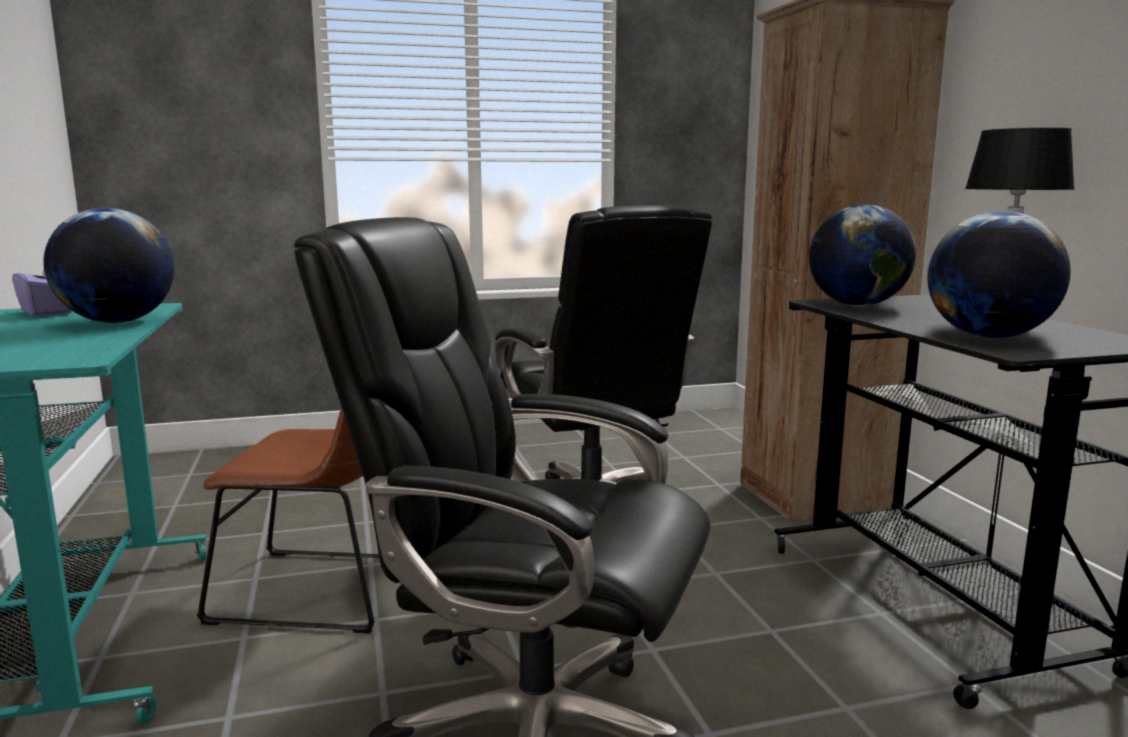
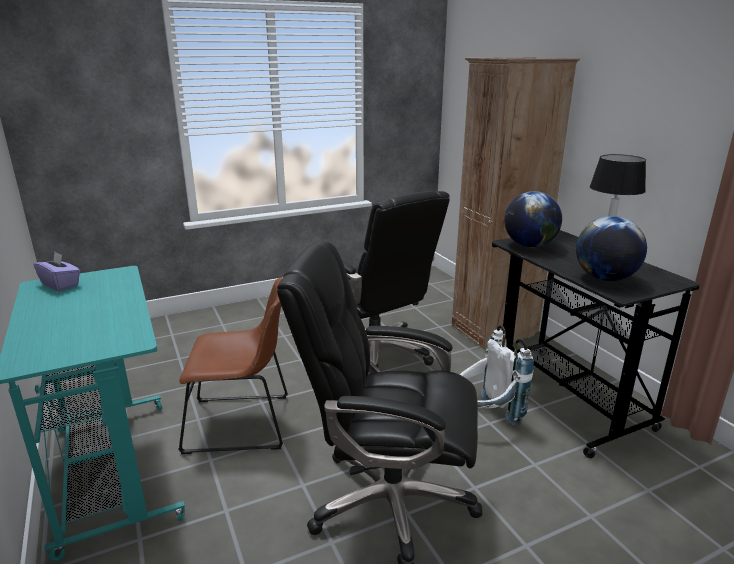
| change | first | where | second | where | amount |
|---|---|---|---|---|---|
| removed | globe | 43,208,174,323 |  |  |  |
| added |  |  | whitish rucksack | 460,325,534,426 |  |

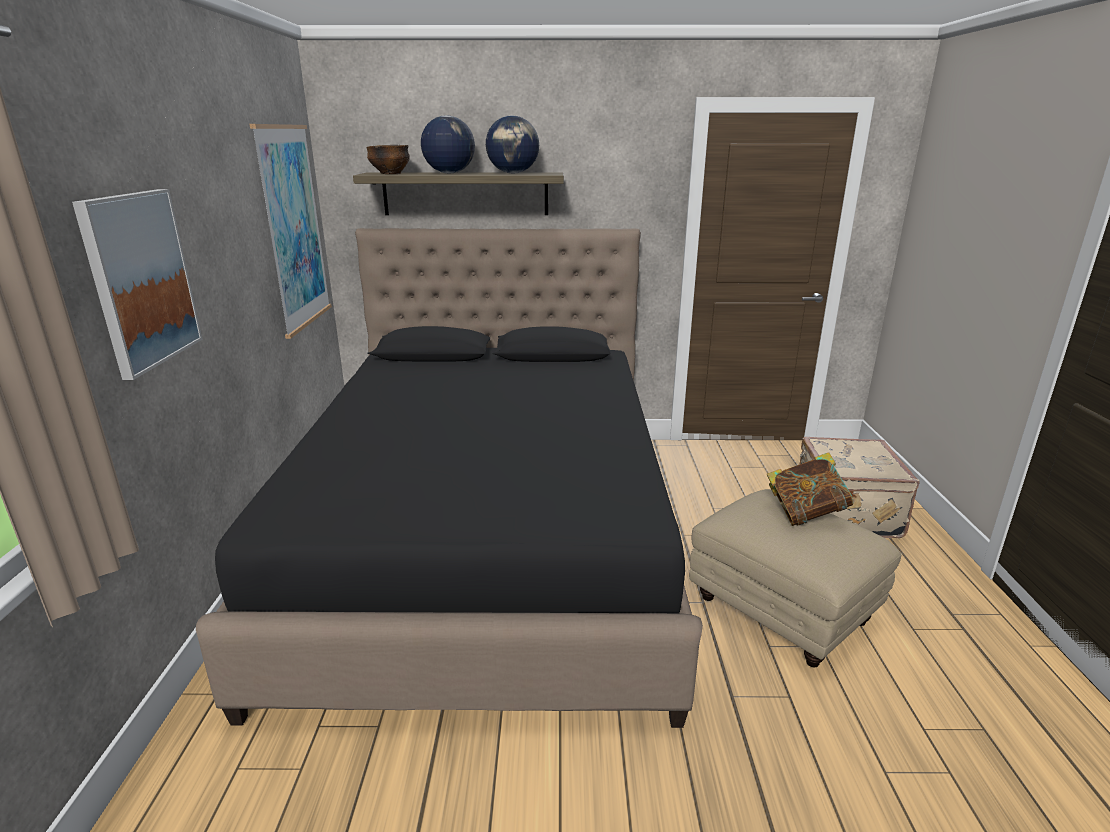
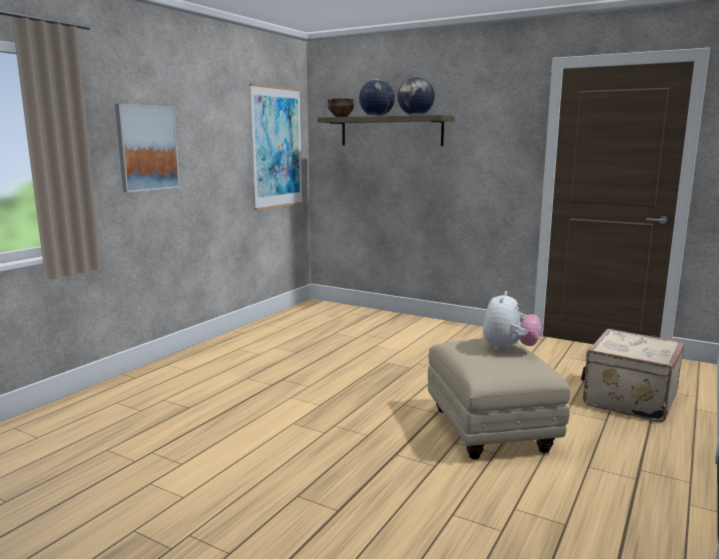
| change | first | where | second | where | amount |
|---|---|---|---|---|---|
| removed | black bedroom bed | 196,228,703,728 |  |  |  |
| replaced | volume | 767,452,857,526 | cuddly toy | 483,291,541,352 |  |

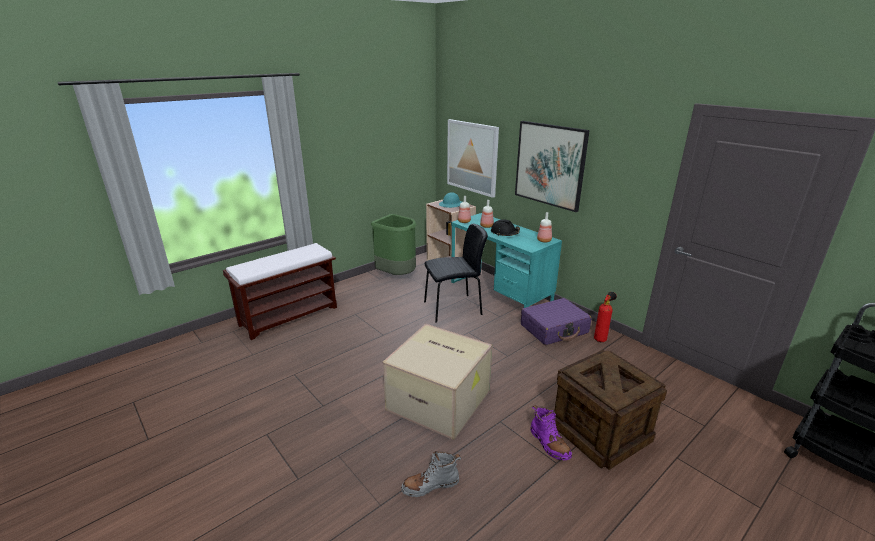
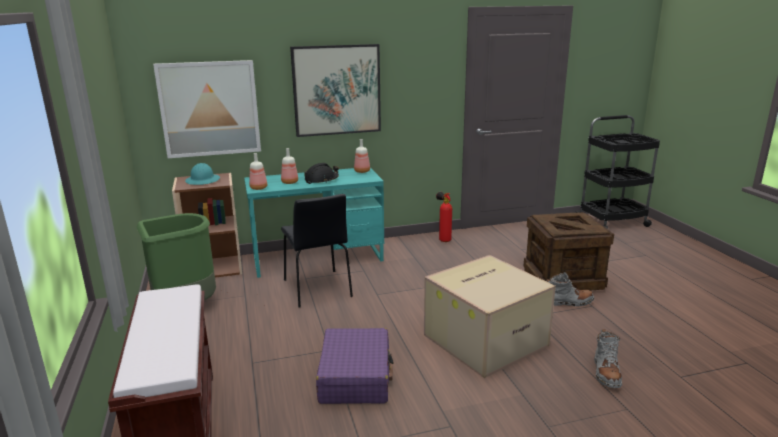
| change | first | where | second | where | amount |
|---|---|---|---|---|---|
| turned | black chair | 424,224,488,323 |  | 281,194,353,308 | 150 degrees clockwise |
| moved | purple-coloured suitcase | 521,298,591,345 |  | 316,328,393,404 |  |
| recoloured | purple-coloured boot | 530,405,572,460 | gray boot | 546,272,594,306 |  |

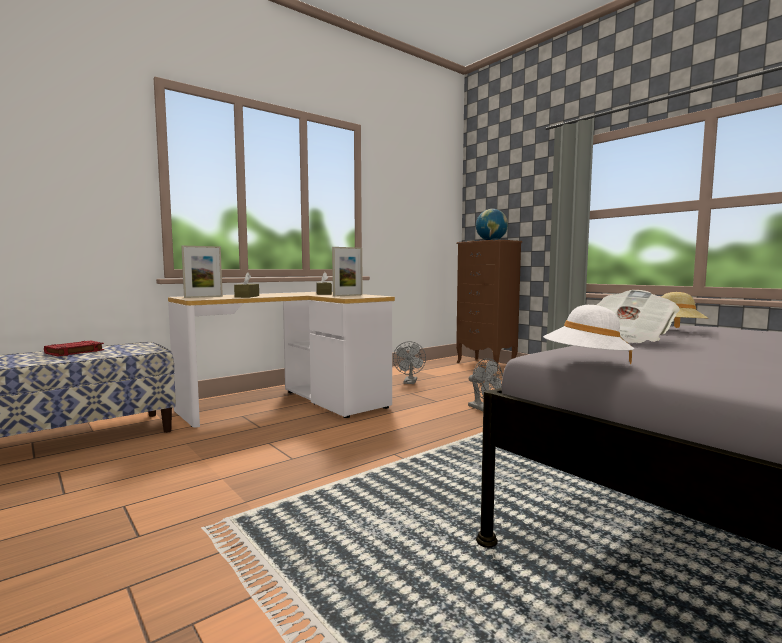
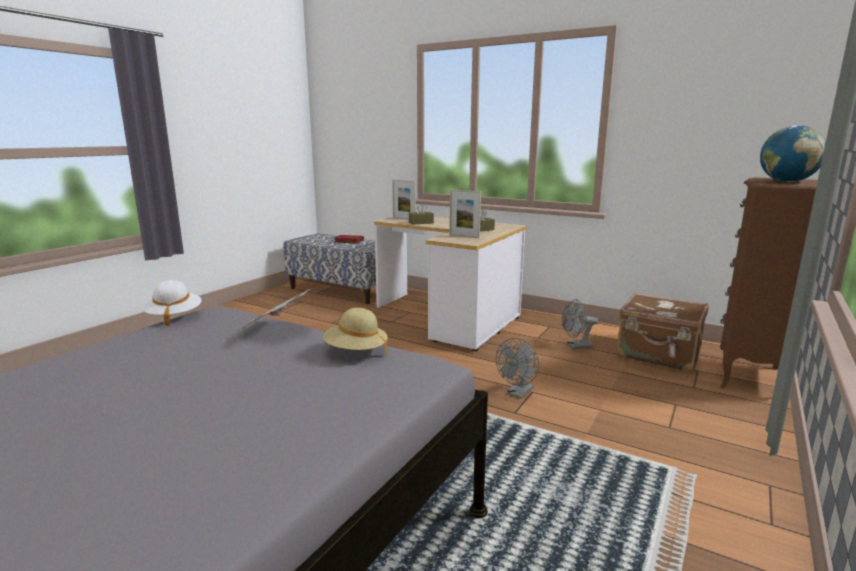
| change | first | where | second | where | amount |
|---|---|---|---|---|---|
| added |  |  | brownish suitcase | 617,292,709,372 |  |

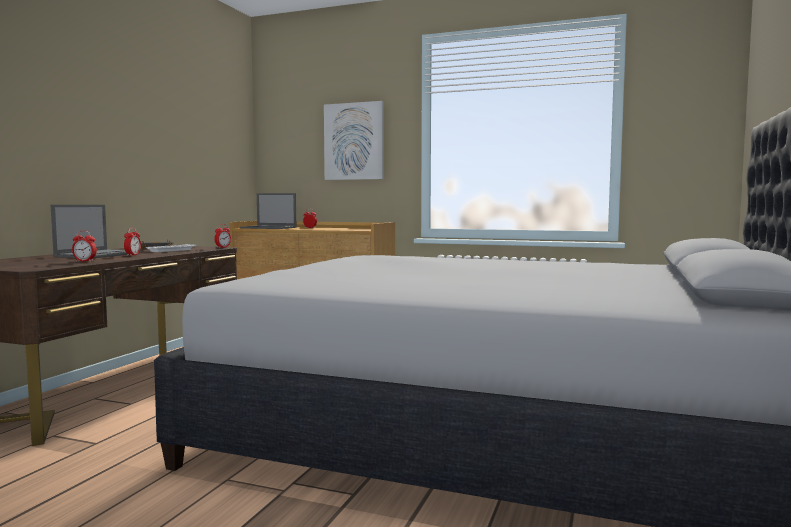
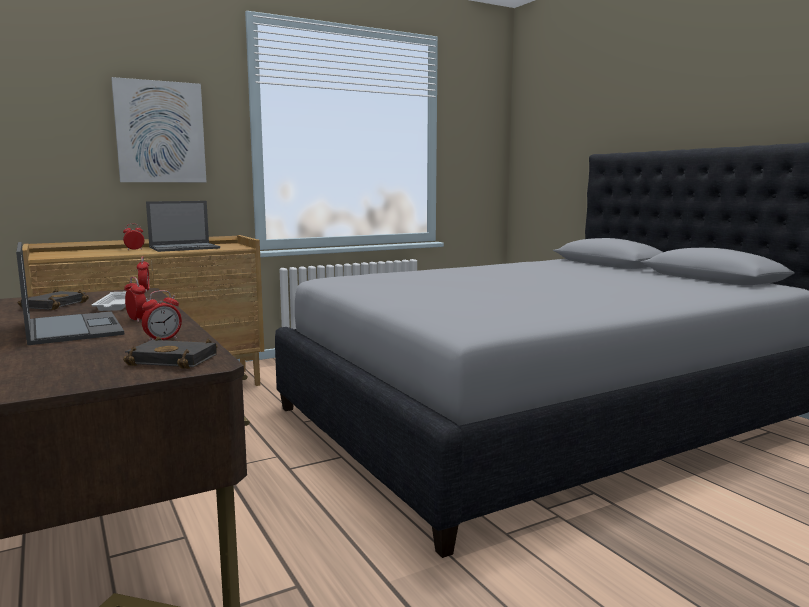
| change | first | where | second | where | amount |
|---|---|---|---|---|---|
| moved | laptop | 240,193,297,229 |  | 146,201,220,252 |  |
| added |  |  | black volume | 123,336,217,369 |  |

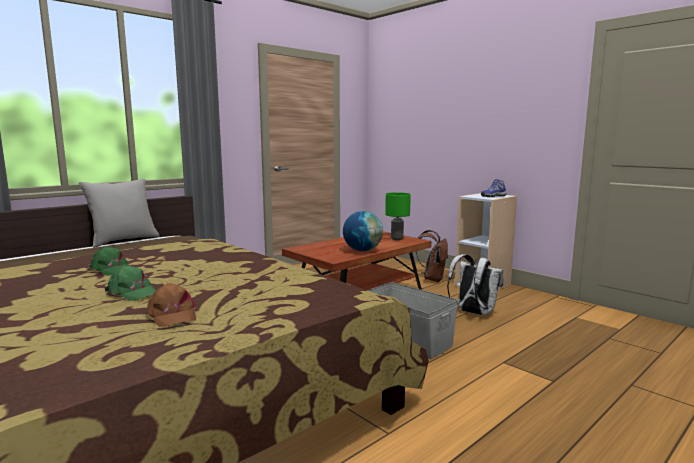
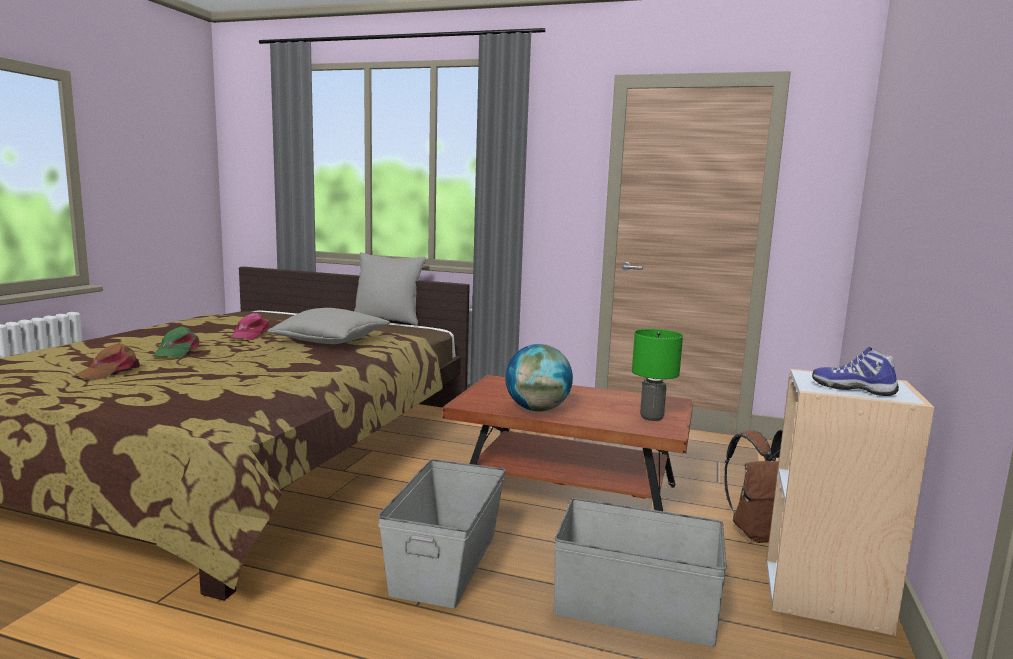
| change | first | where | second | where | amount |
|---|---|---|---|---|---|
| recoloured | greenish baseball cap | 89,247,129,276 | pink-coloured baseball cap | 230,313,270,340 |  |
| replaced | whitish rucksack | 447,254,503,316 | gray storage container | 554,498,727,647 |  |
| added |  |  | gray pillow | 268,308,390,344 |  |

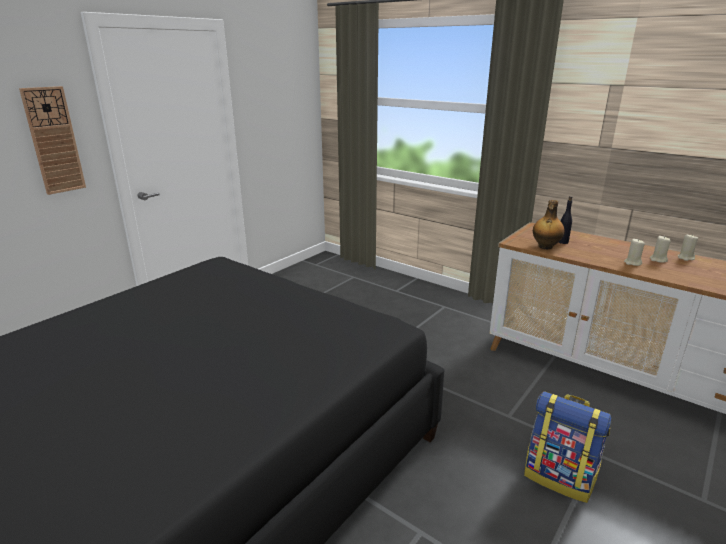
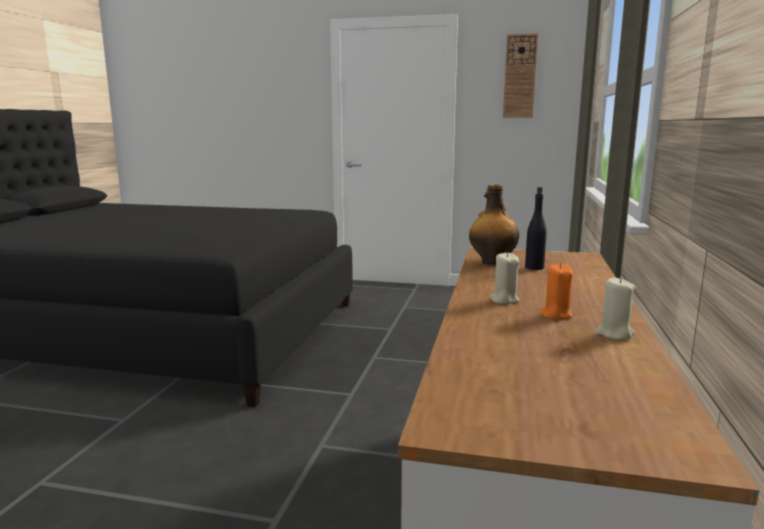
| change | first | where | second | where | amount |
|---|---|---|---|---|---|
| moved | clock on the wall | 19,86,86,195 |  | 503,34,538,118 |  |
| removed | rucksack | 524,391,611,503 |  |  |  |
| recoloured | beige-coloured wax light | 650,236,671,263 | orange wax light | 541,263,573,320 |  |

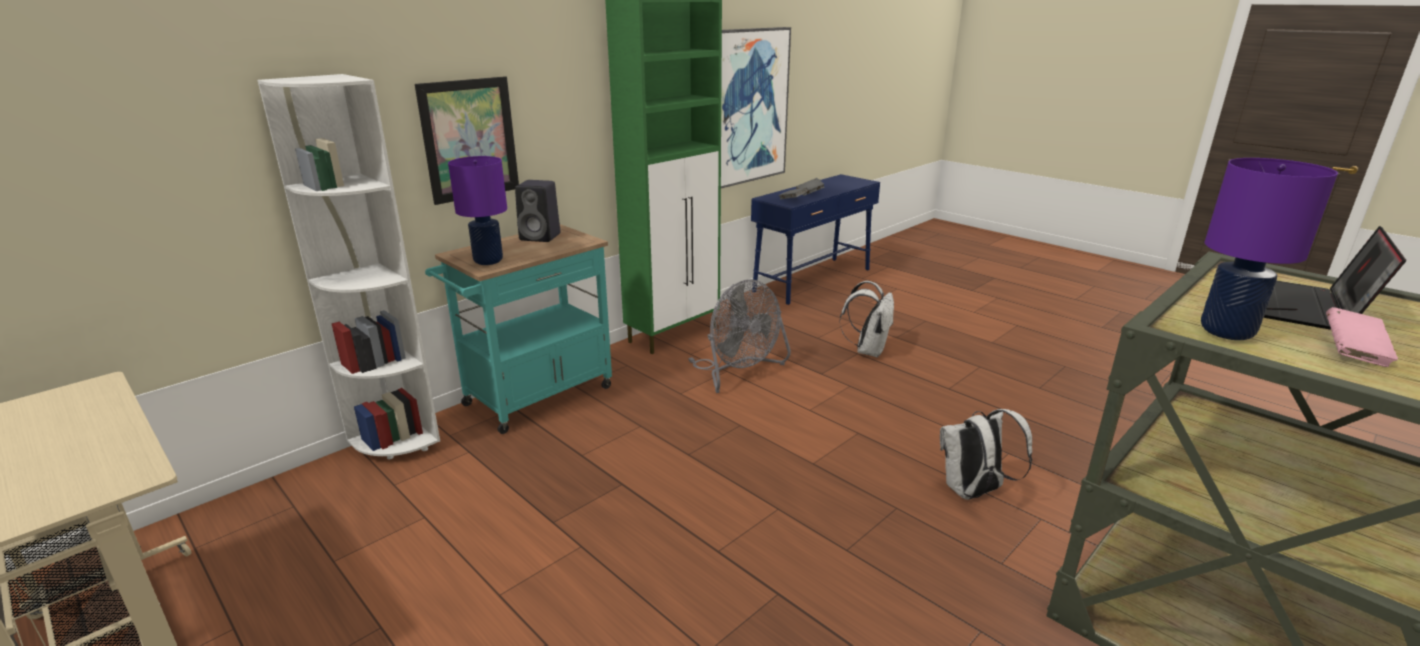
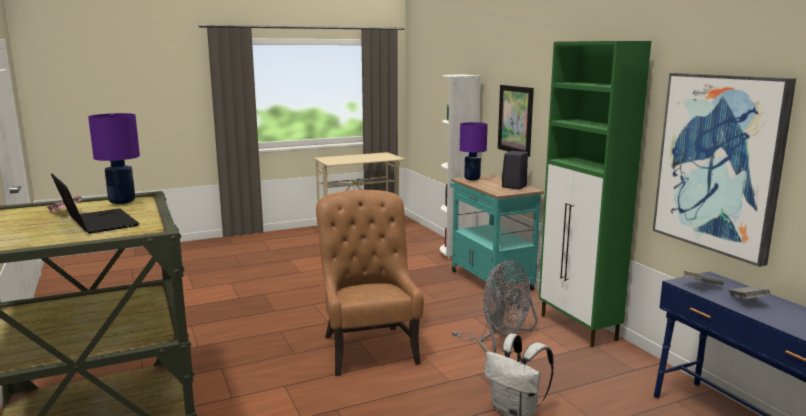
| change | first | where | second | where | amount |
|---|---|---|---|---|---|
| turned | gray electric fan | 689,279,791,393 |  | 452,260,538,353 | 120 degrees counterclockwise |
| removed | whitish rucksack | 940,409,1032,500 |  |  |  |
| added |  |  | brownish chair | 316,190,424,376 |  |

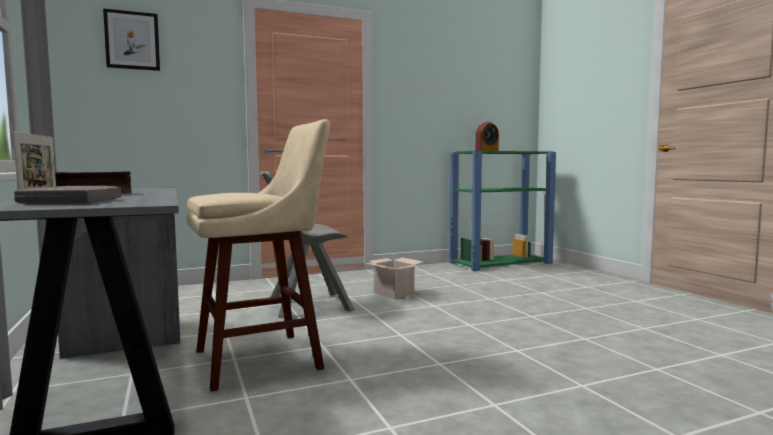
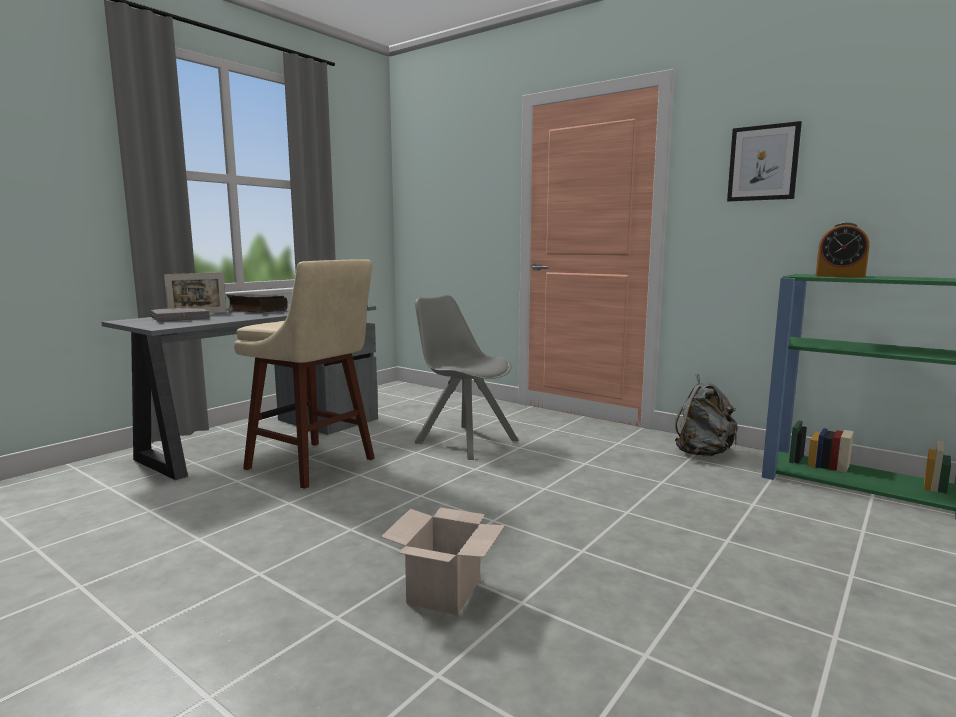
| change | first | where | second | where | amount |
|---|---|---|---|---|---|
| moved | wall picture | 103,8,160,71 |  | 727,121,802,201 |  |
| moved | packing box | 366,257,423,299 |  | 381,507,505,615 |  |
| added |  |  | gray rucksack | 675,374,738,457 |  |

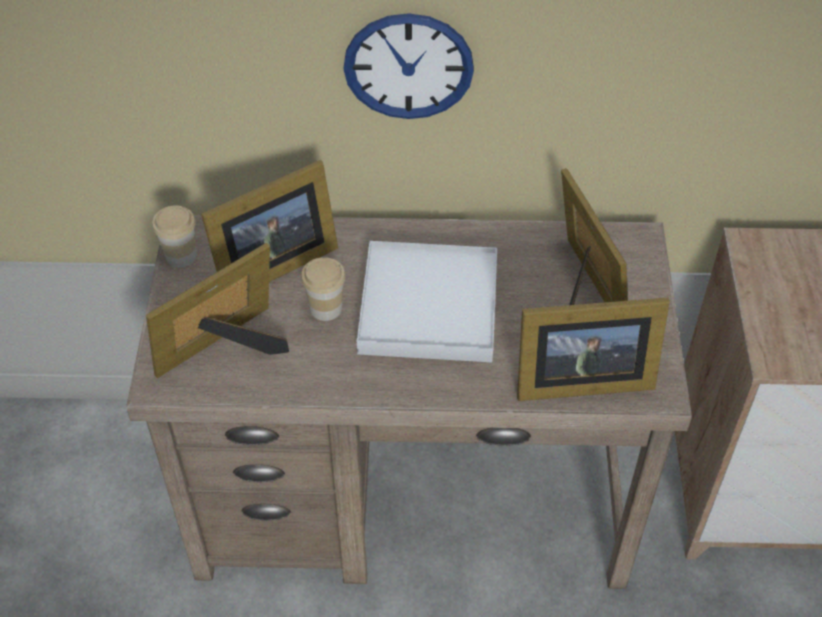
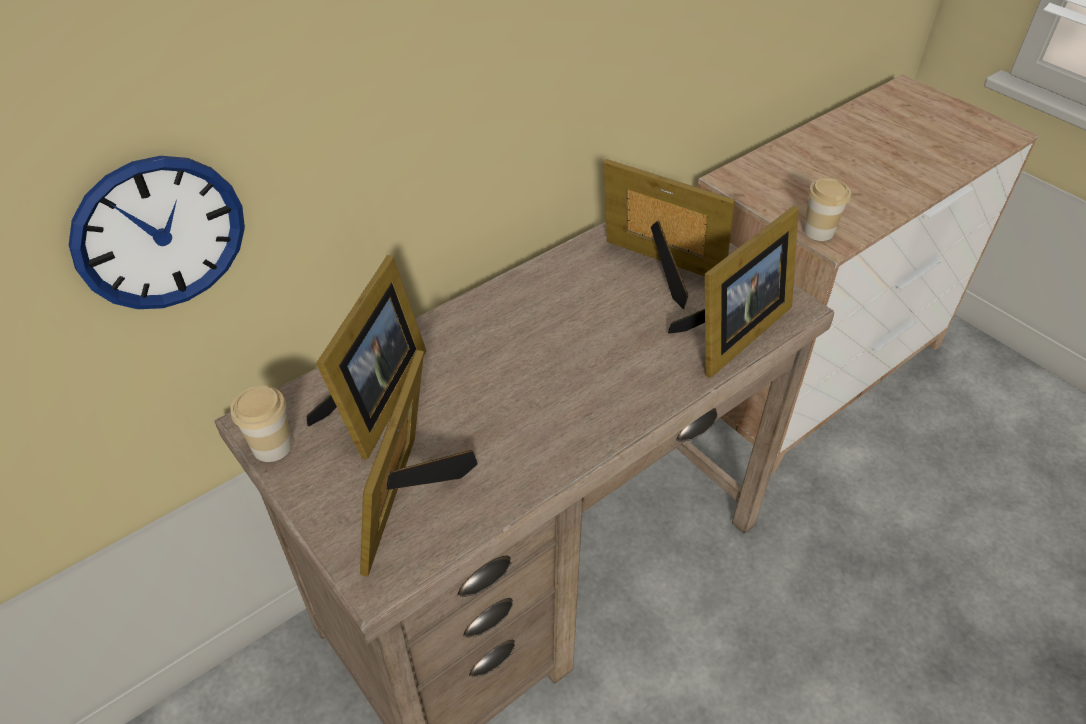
| change | first | where | second | where | amount |
|---|---|---|---|---|---|
| moved | small cup | 301,257,346,321 |  | 803,178,851,241 |  |
| moved | clock on the wall | 344,13,474,119 |  | 69,156,245,309 |  |
| removed | whitish tray | 357,241,497,362 |  |  |  |

